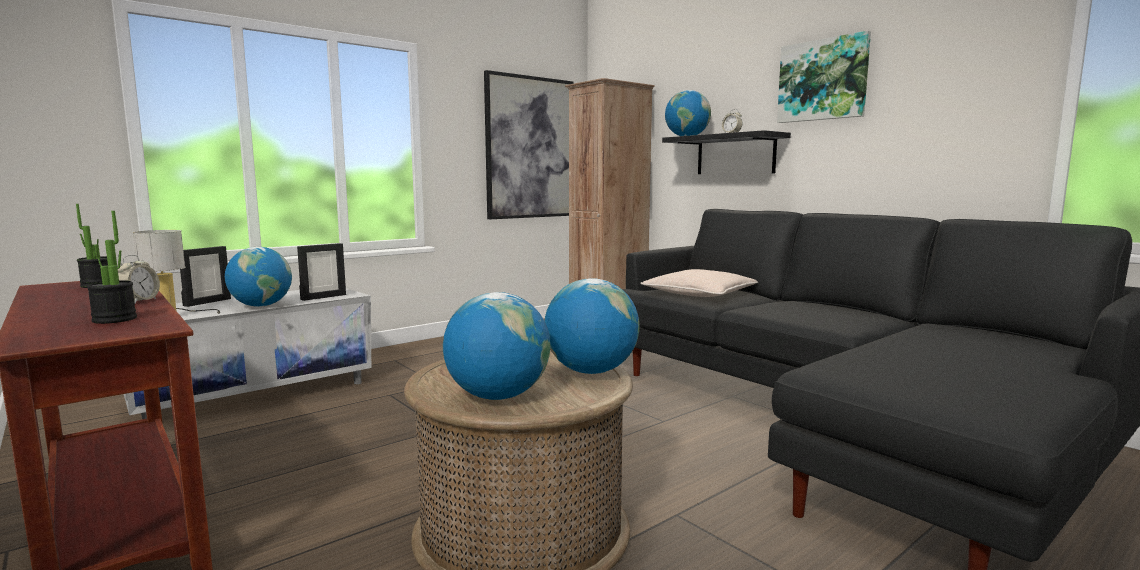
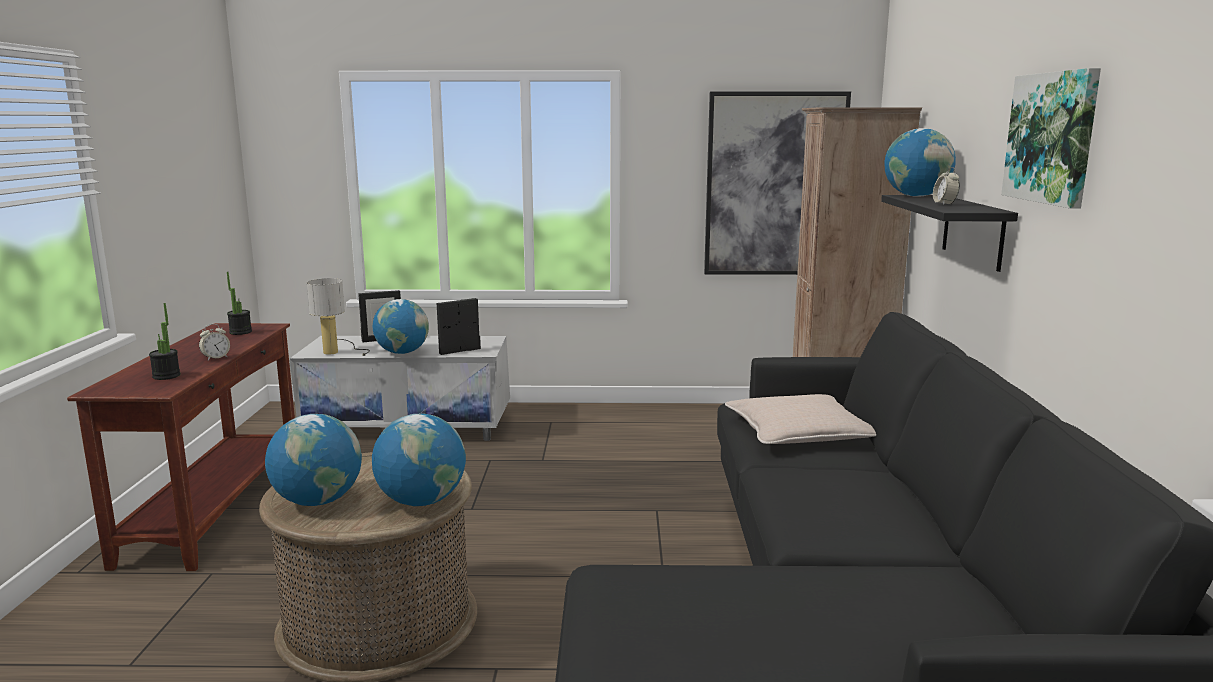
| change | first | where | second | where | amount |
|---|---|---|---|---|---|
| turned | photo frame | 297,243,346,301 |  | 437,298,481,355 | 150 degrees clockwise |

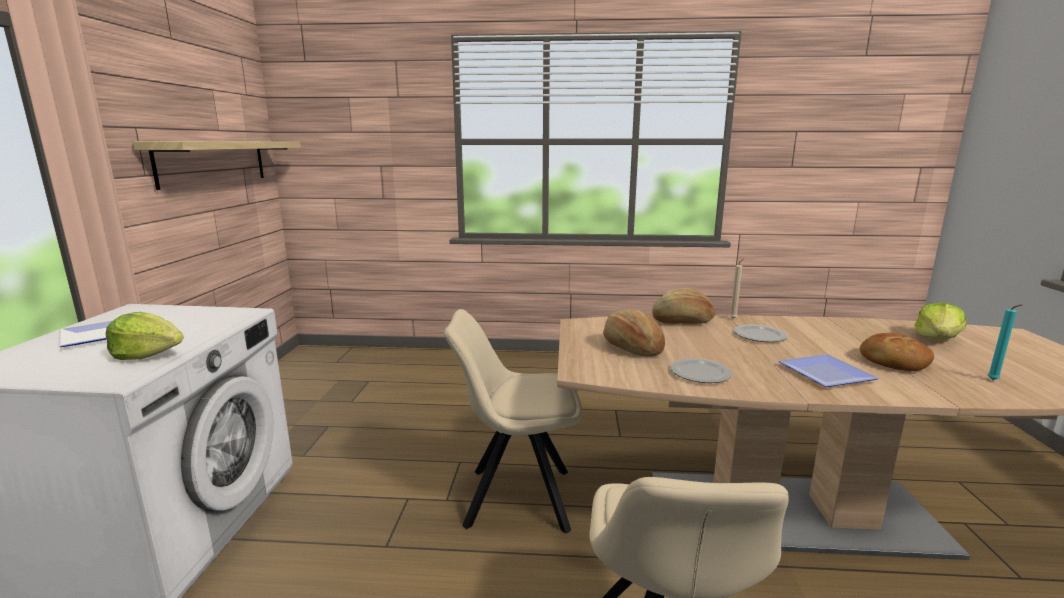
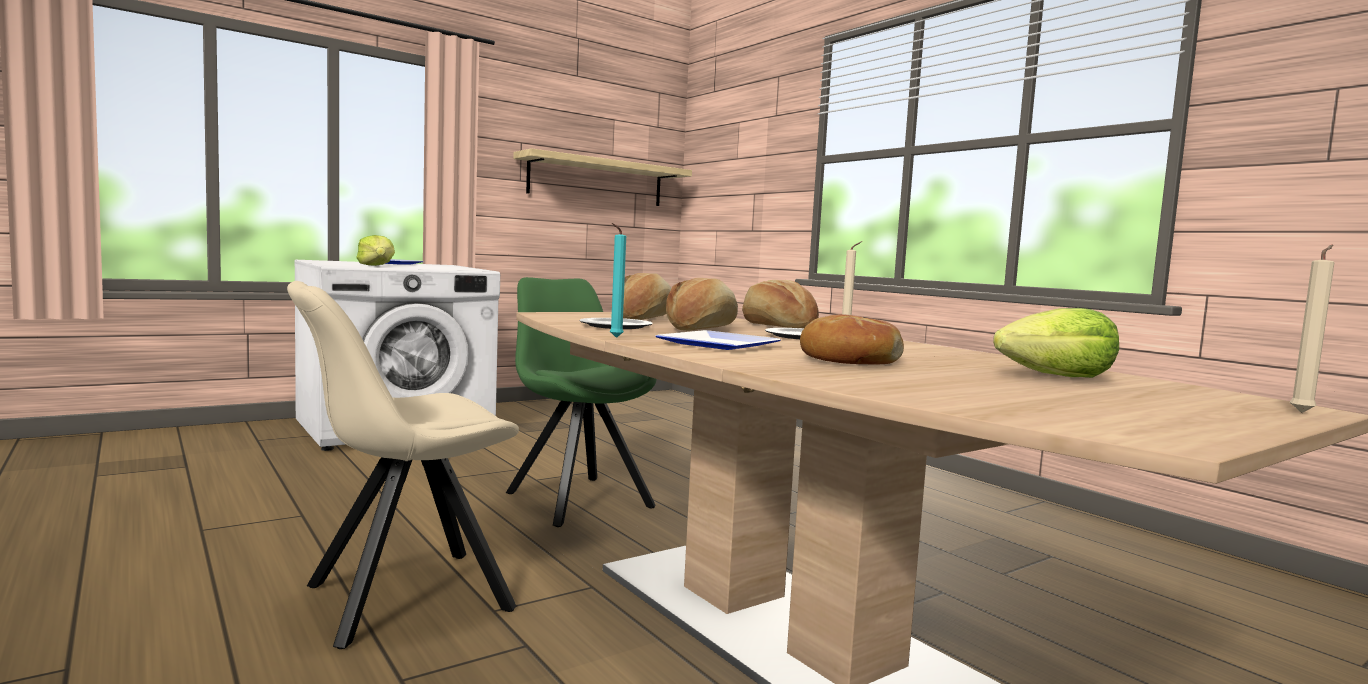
| change | first | where | second | where | amount |
|---|---|---|---|---|---|
| recoloured | beige-coloured chair | 444,309,582,534 | greenish chair | 506,277,657,527 |  |
| moved | turquoise-coloured wax light | 988,305,1021,380 |  | 610,223,626,338 |  |
| added |  |  | baked bread | 666,278,738,331 |  |
| added |  |  | beige-coloured wax light | 1290,245,1334,413 |  |

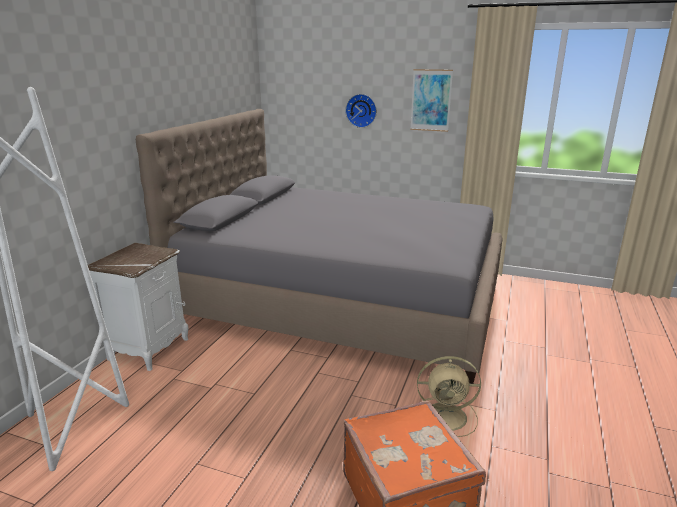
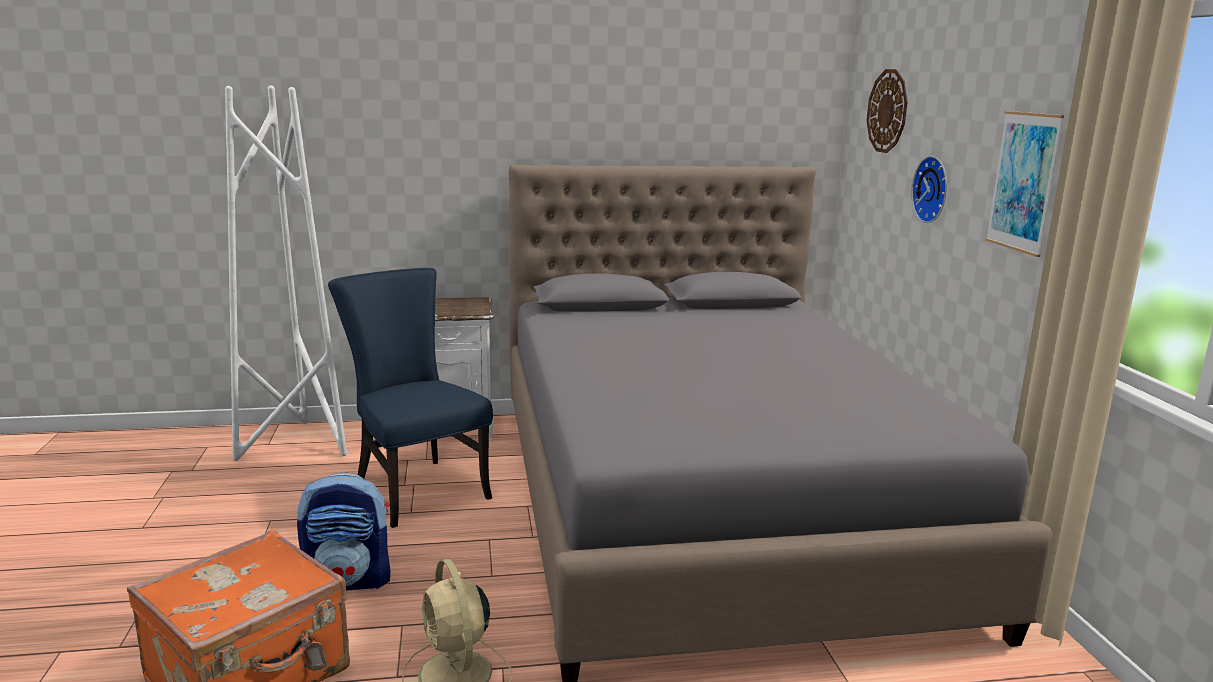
| change | first | where | second | where | amount |
|---|---|---|---|---|---|
| added |  |  | rucksack | 297,472,390,590 |  |
| added |  |  | blue chair | 328,268,493,528 |  |
| added |  |  | clock on the wall | 867,69,908,153 |  |

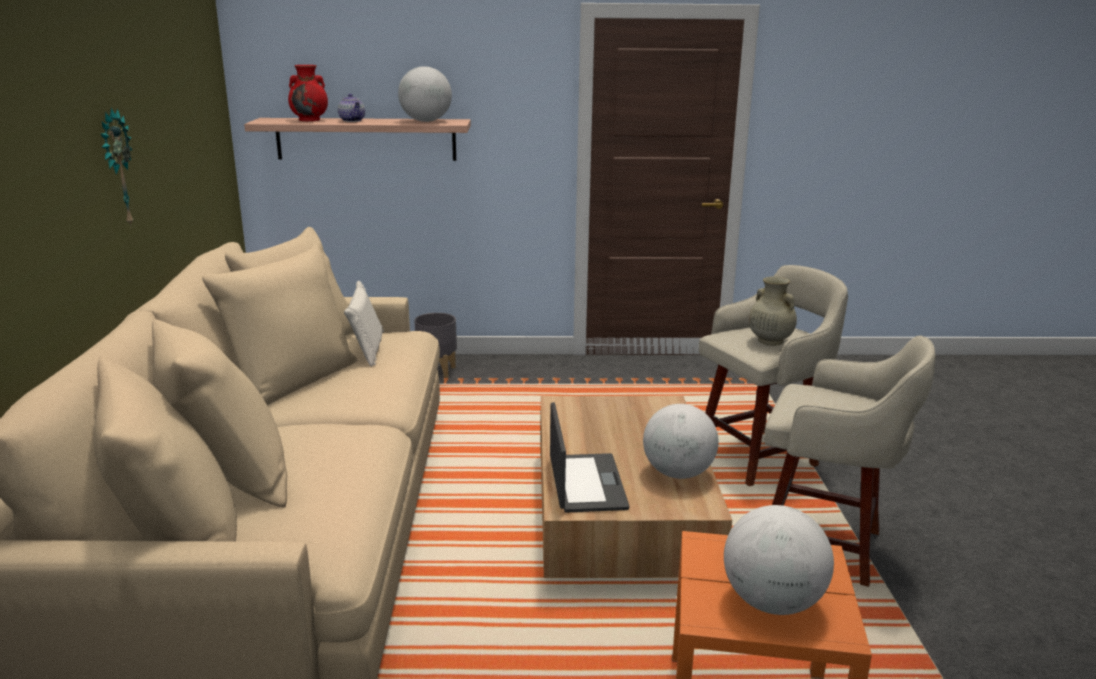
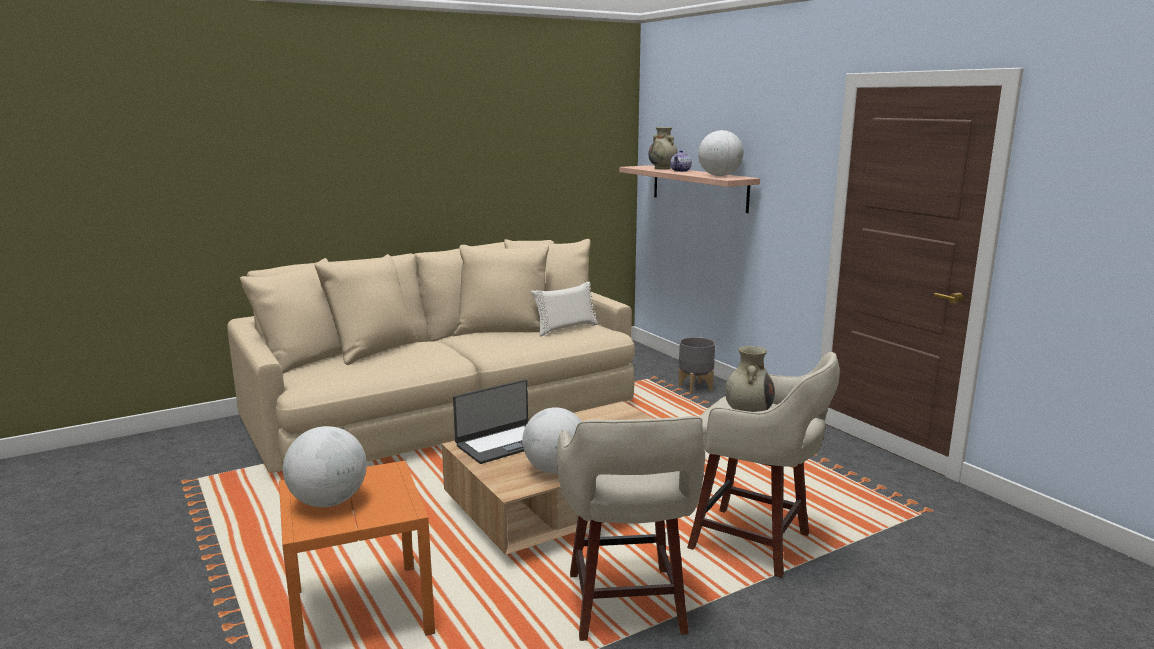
| change | first | where | second | where | amount |
|---|---|---|---|---|---|
| removed | clock on the wall | 100,108,134,226 |  |  |  |
| recoloured | red-coloured vase | 288,65,328,121 | beige-coloured vase | 648,127,678,169 |  |

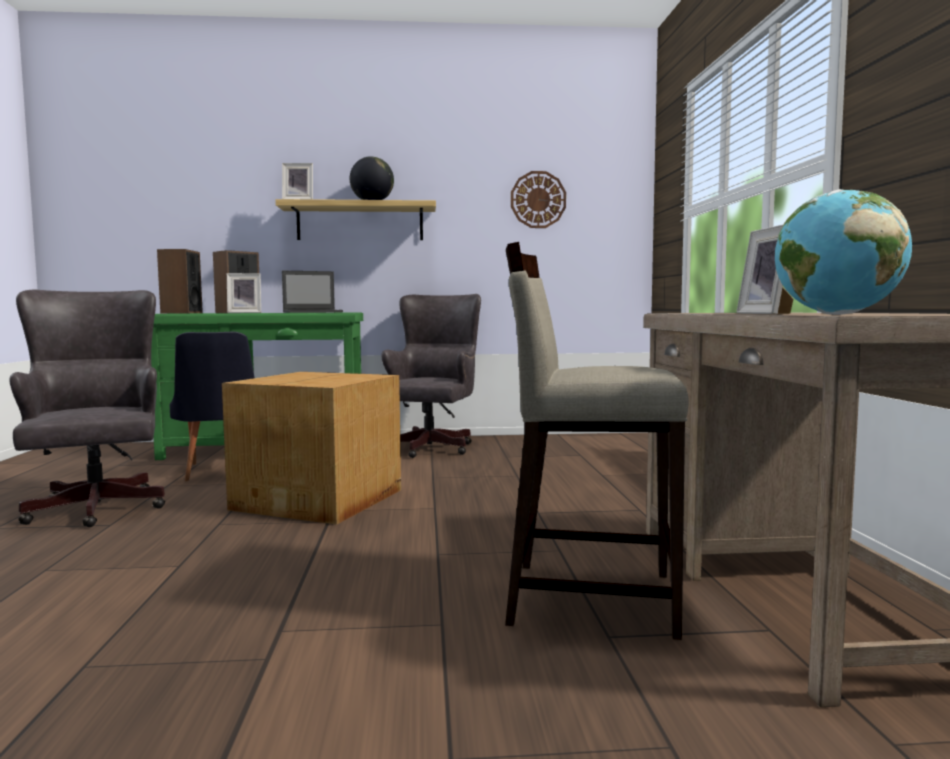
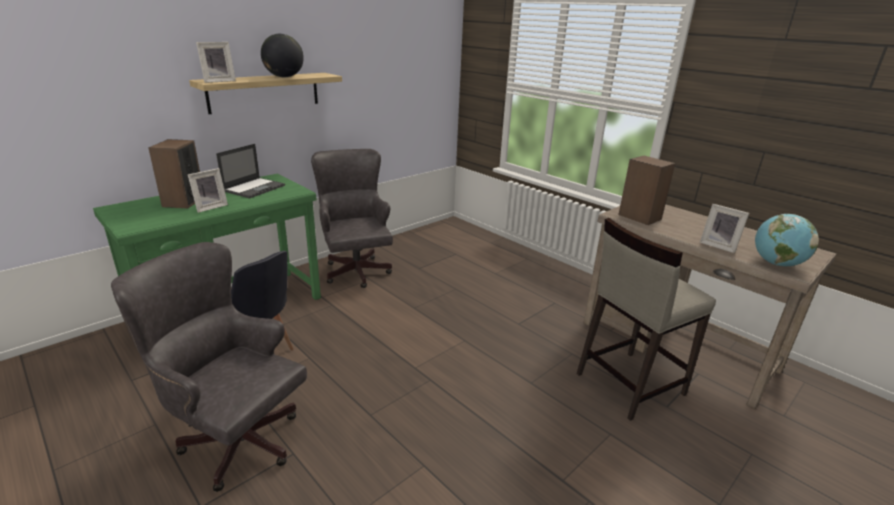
| change | first | where | second | where | amount |
|---|---|---|---|---|---|
| moved | loudspeaker | 157,249,203,314 |  | 618,156,675,225 |  |
| removed | packing box | 222,372,401,525 |  |  |  |
| removed | clock on the wall | 511,171,566,228 |  |  |  |

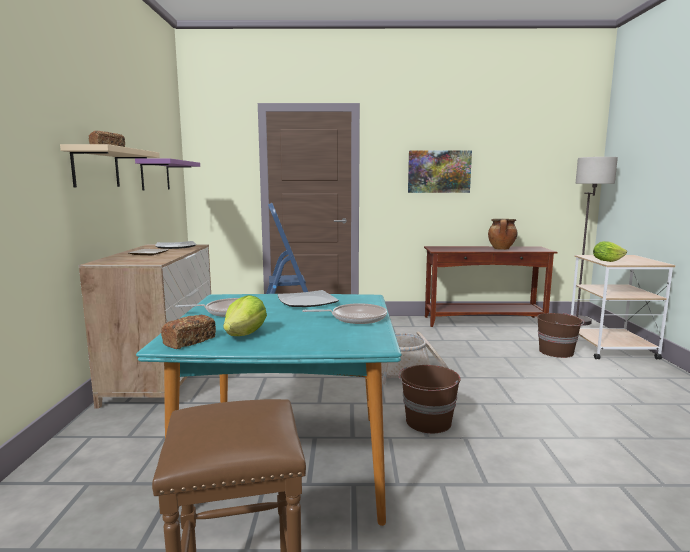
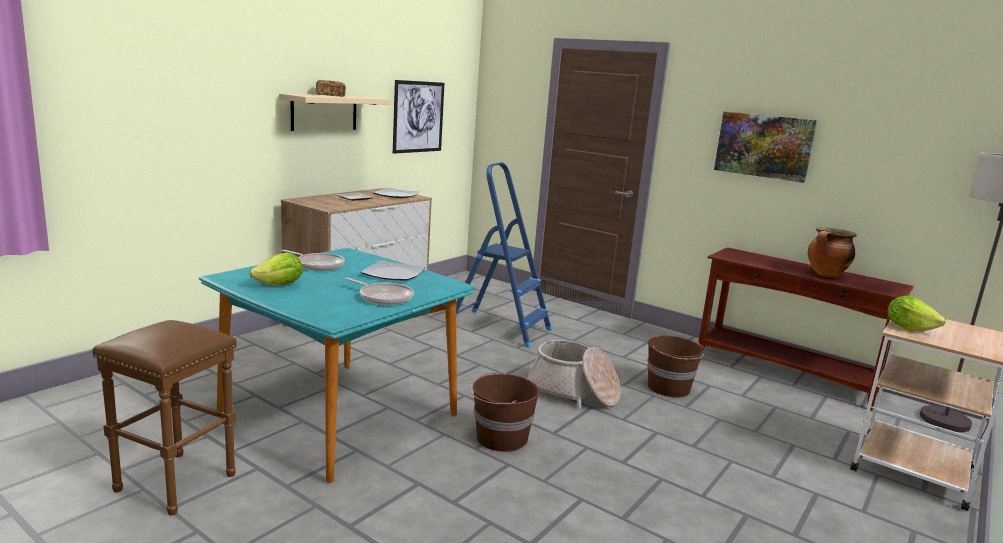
| change | first | where | second | where | amount |
|---|---|---|---|---|---|
| replaced | purple-coloured bracket shelf | 135,159,200,190 | wall picture | 393,80,445,154 |  |
| removed | baked bread | 161,315,216,349 |  |  |  |
| moved | brownish water bucket | 537,312,584,358 |  | 647,336,706,397 |  |

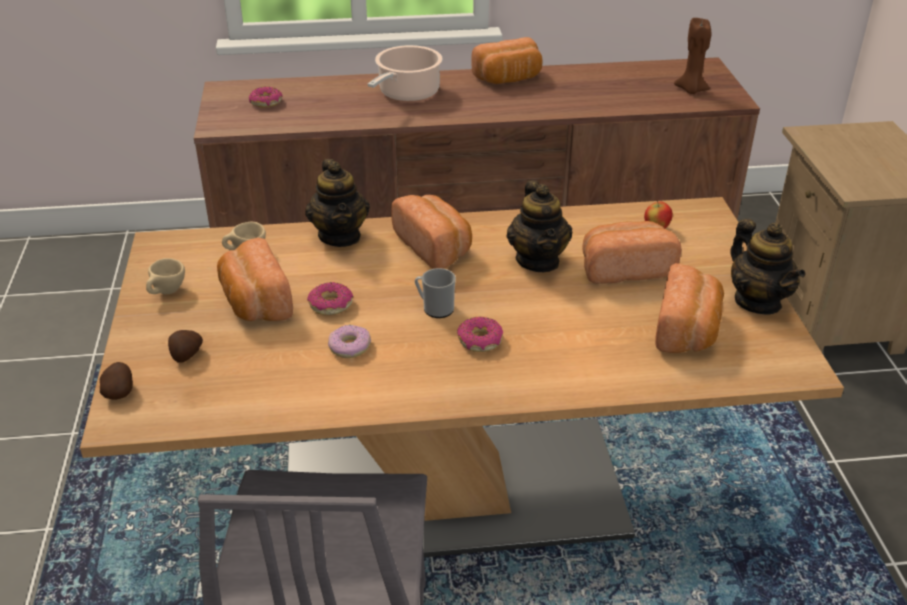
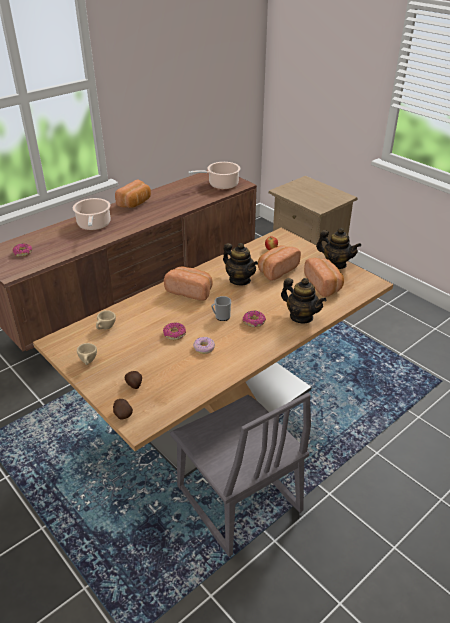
| change | first | where | second | where | amount |
|---|---|---|---|---|---|
| removed | baked bread | 217,238,293,321 |  |  |  |
| moved | teapot | 305,159,370,247 |  | 281,278,327,323 |  |
| replaced | brownish wax light | 674,18,711,94 | saucepot | 188,162,240,189 |  |

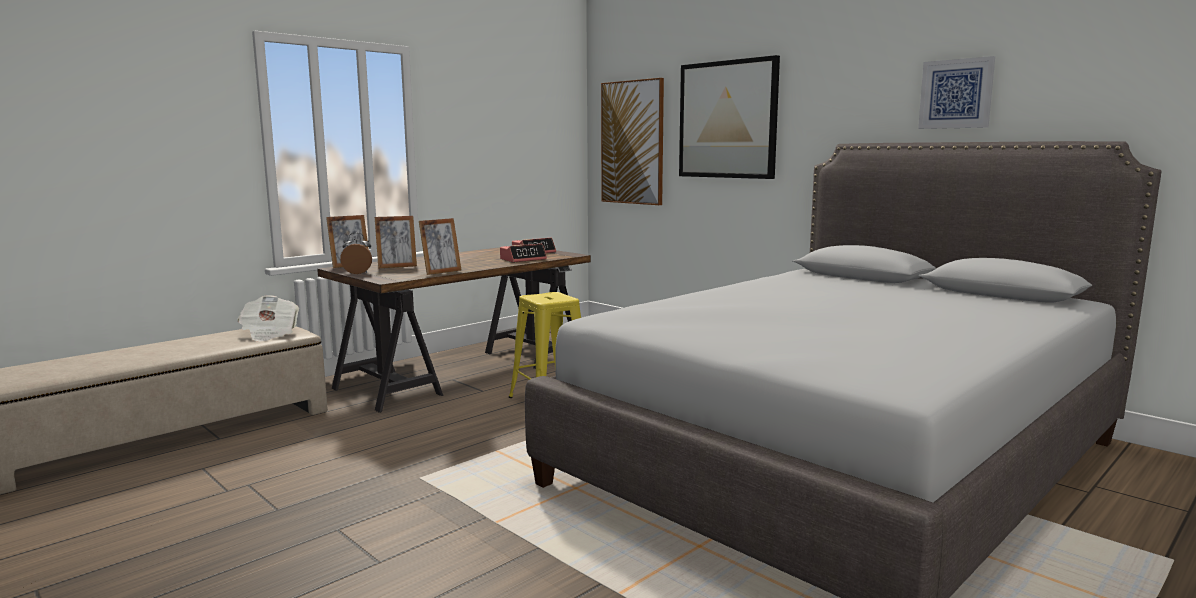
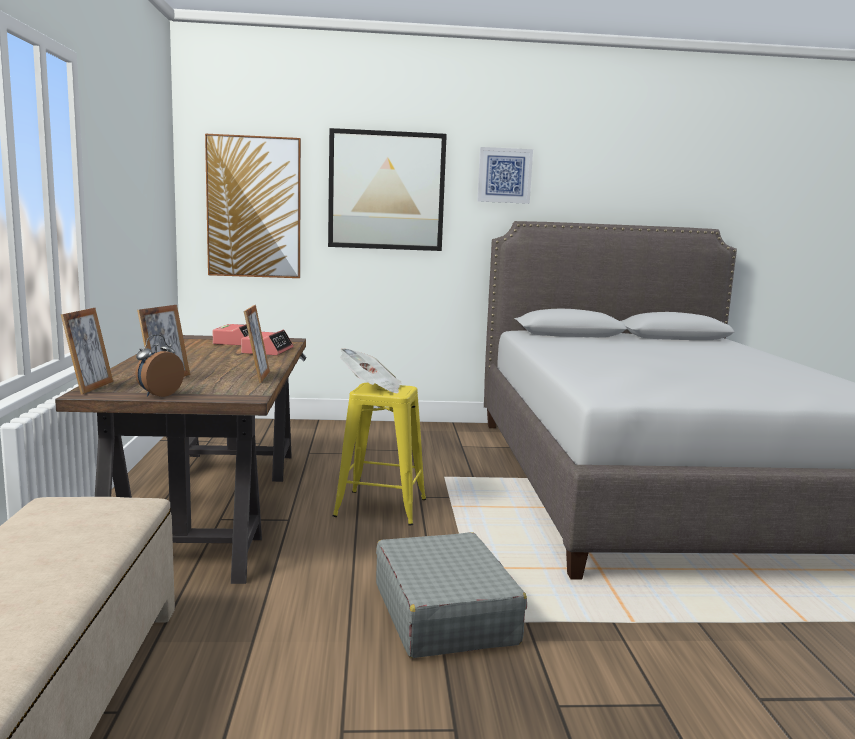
| change | first | where | second | where | amount |
|---|---|---|---|---|---|
| moved | daily paper | 237,295,299,342 |  | 340,348,401,394 |  |
| moved | wall picture | 918,56,995,129 |  | 477,147,533,204 |  |
| added |  |  | gray suitcase | 376,532,527,658 |  |

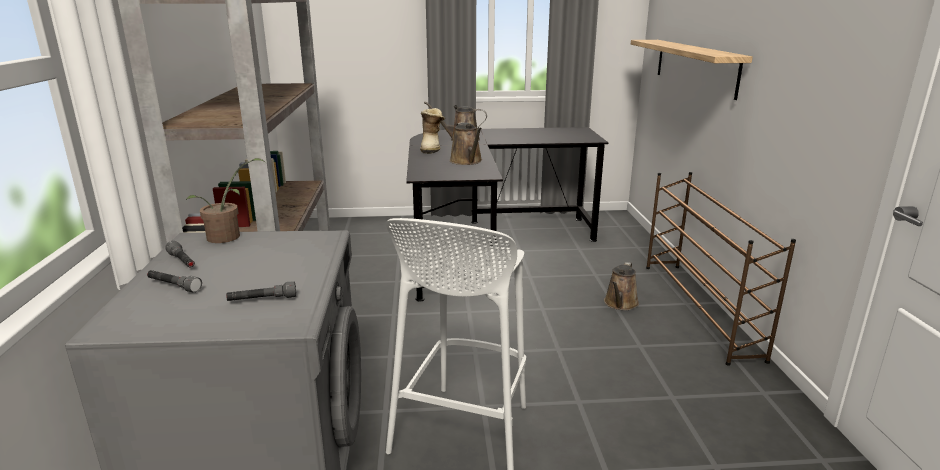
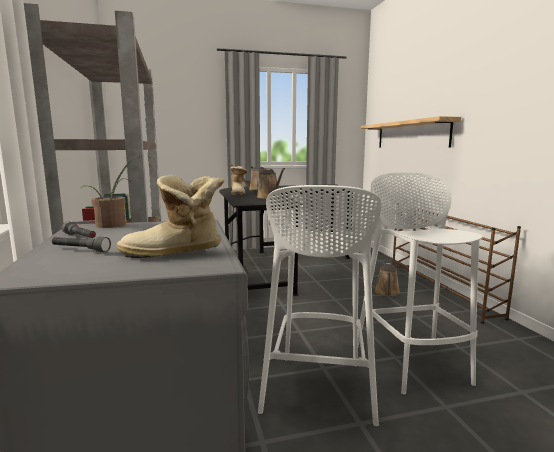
| change | first | where | second | where | amount |
|---|---|---|---|---|---|
| replaced | gray flashlight | 226,281,296,301 | boot | 117,175,224,258 |  |
| added |  |  | whitish stool | 358,172,483,395 |  |

